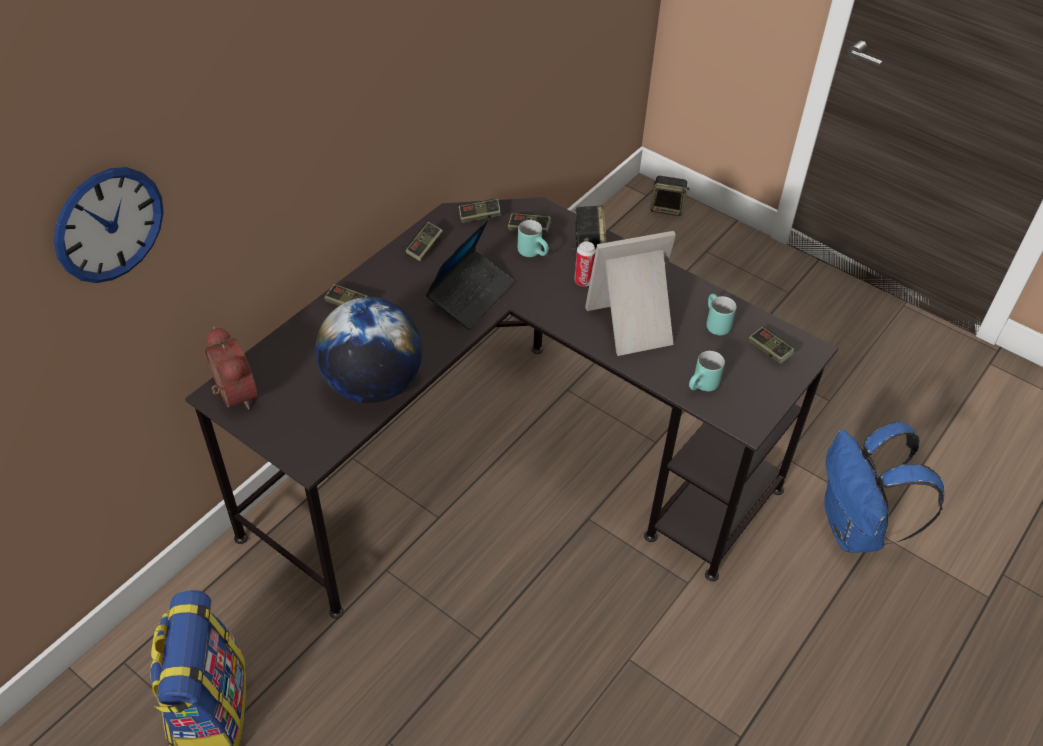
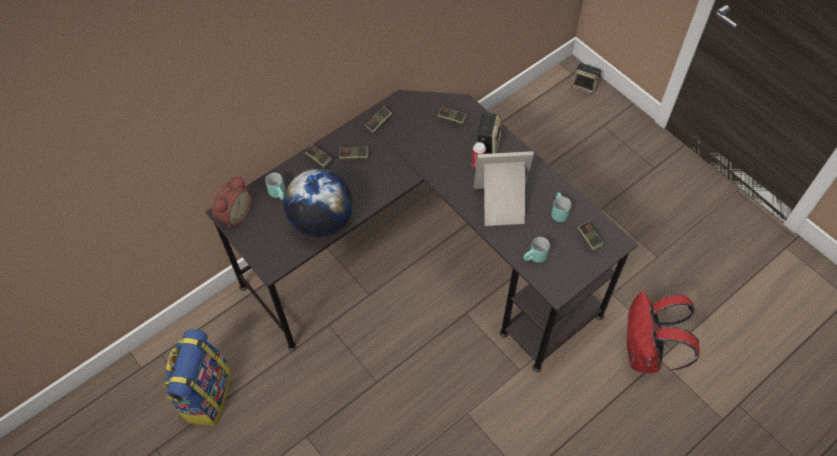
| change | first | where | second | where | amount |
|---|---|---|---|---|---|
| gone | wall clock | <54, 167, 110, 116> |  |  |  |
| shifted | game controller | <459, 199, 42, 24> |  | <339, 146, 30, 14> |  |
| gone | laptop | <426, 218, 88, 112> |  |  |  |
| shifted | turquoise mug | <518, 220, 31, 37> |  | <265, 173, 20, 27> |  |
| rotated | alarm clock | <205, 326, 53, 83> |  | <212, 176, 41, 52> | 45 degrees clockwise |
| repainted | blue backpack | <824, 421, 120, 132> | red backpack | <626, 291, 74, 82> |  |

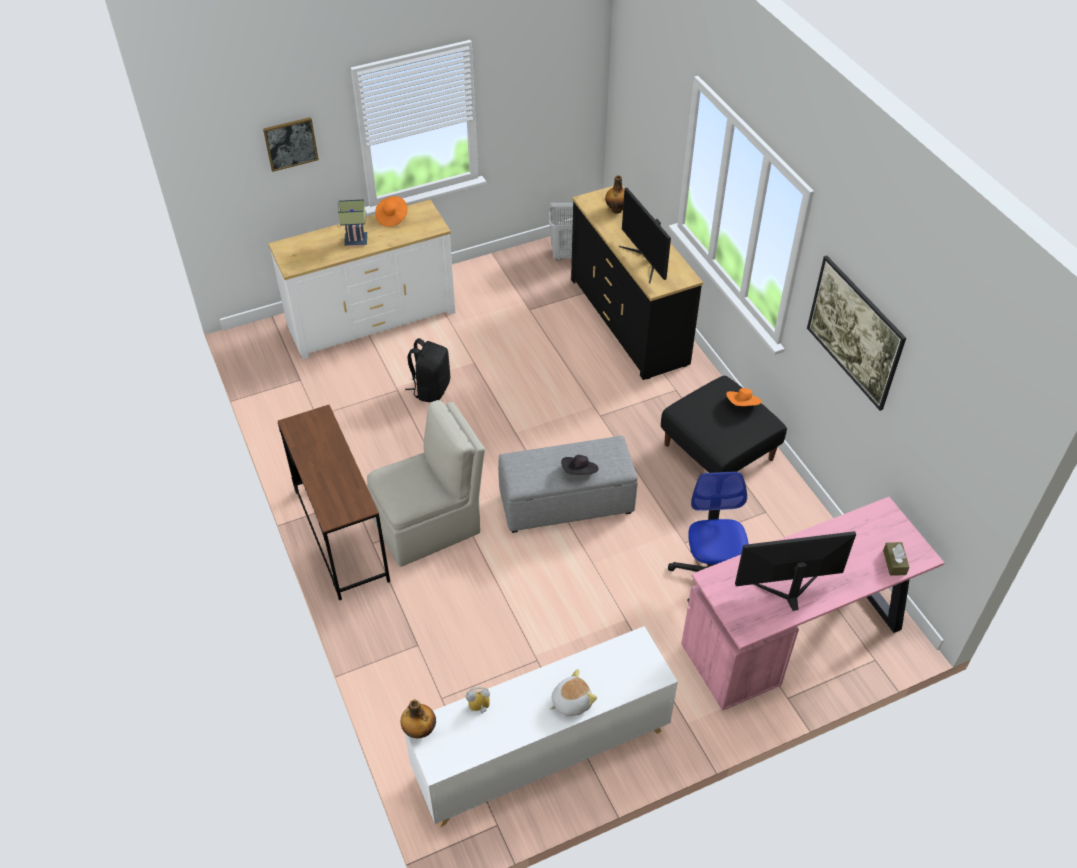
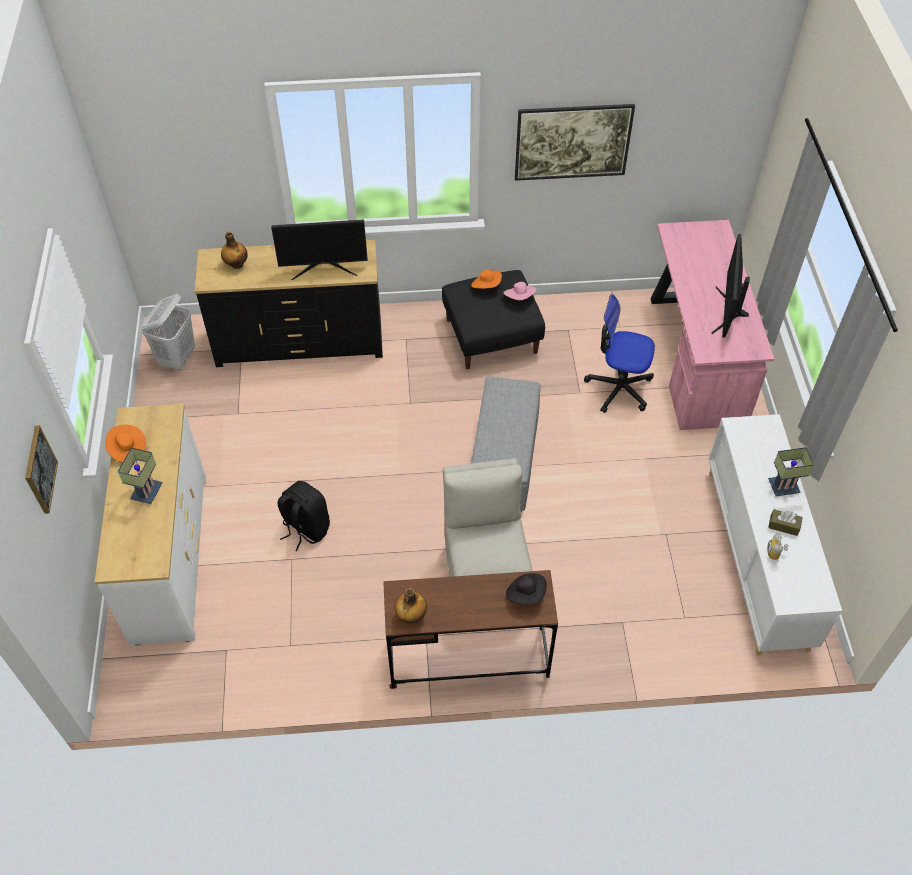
| change | first | where | second | where | amount |
|---|---|---|---|---|---|
| shifted | black hat | <561, 455, 37, 20> |  | <506, 573, 41, 32> |  |
| shifted | brown tissue box | <883, 542, 26, 34> |  | <768, 509, 35, 27> |  |
| swapped | plush toy | <550, 669, 47, 47> | table lamp | <768, 447, 46, 49> |  |
| shifted | bottle | <401, 700, 35, 38> |  | <395, 588, 32, 35> |  |
| new |  |  | pink hat | <503, 282, 34, 18> |  |

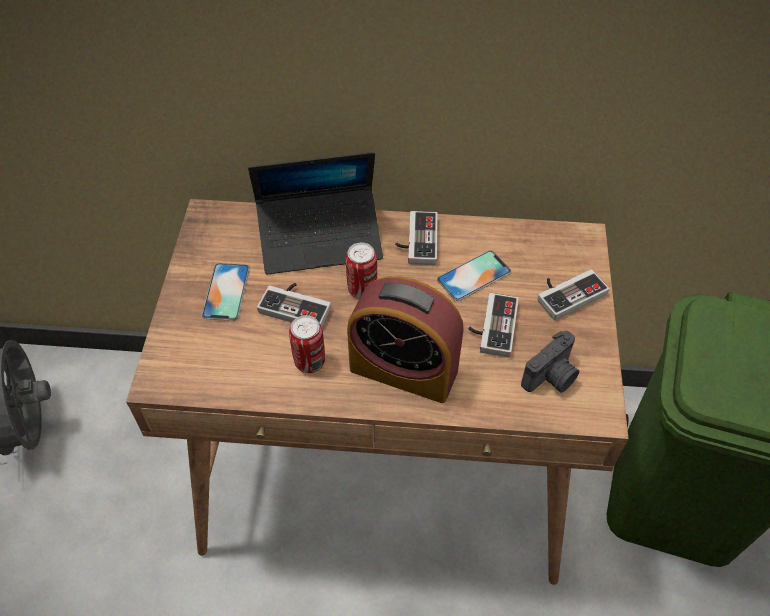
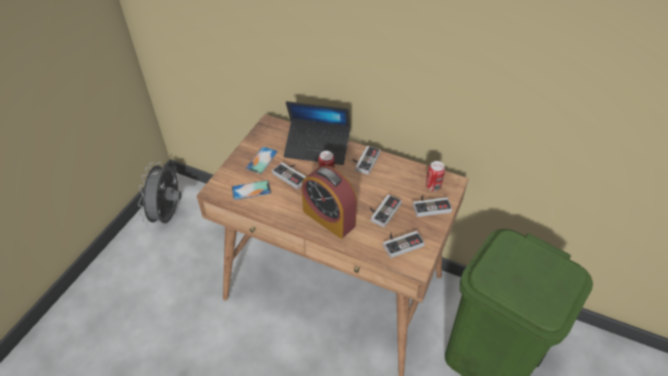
| change | first | where | second | where | amount |
|---|---|---|---|---|---|
| shifted | phone | <437, 251, 74, 50> |  | <232, 180, 39, 20> |  |
| shifted | can | <289, 315, 36, 58> |  | <426, 161, 19, 30> |  |
| swapped | photo camera | <521, 331, 58, 62> | game controller | <383, 231, 42, 27> |  |

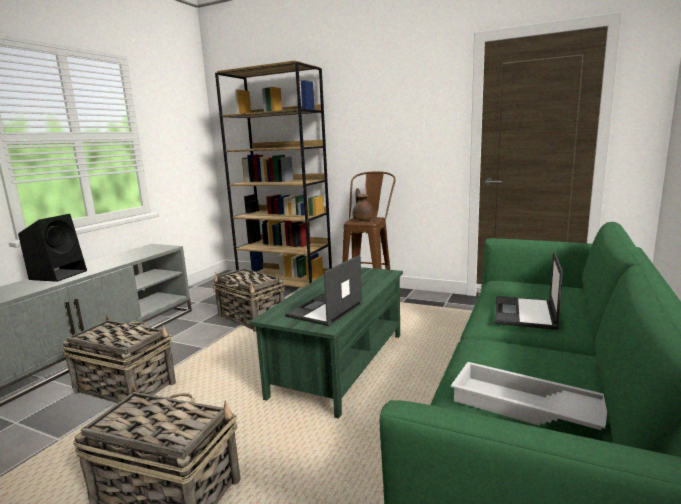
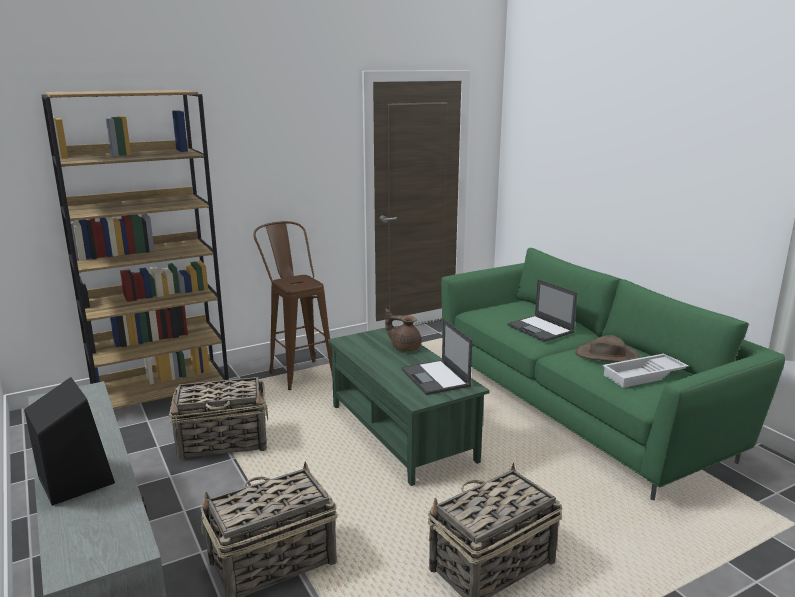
| change | first | where | second | where | amount |
|---|---|---|---|---|---|
| shifted | brown teapot | <352, 188, 22, 32> |  | <385, 309, 36, 42> |  |
| new |  |  | brown hat | <575, 335, 65, 27> |  |

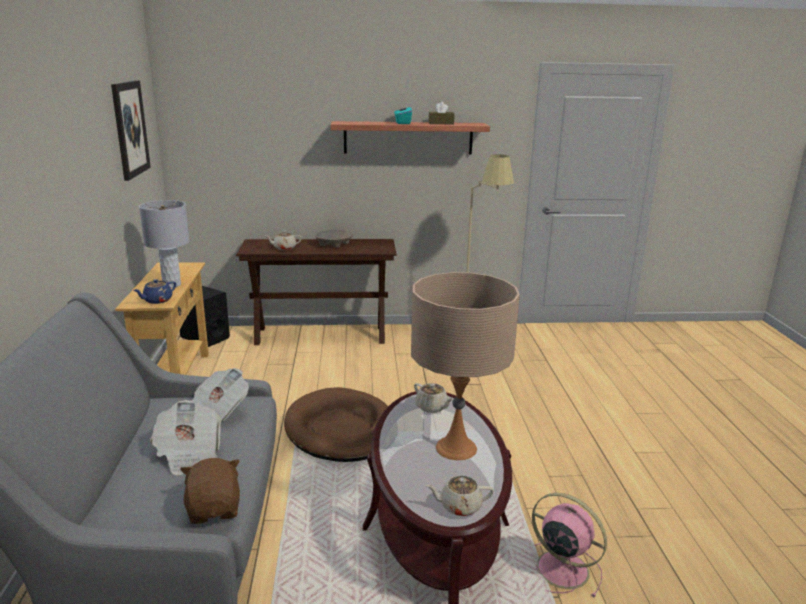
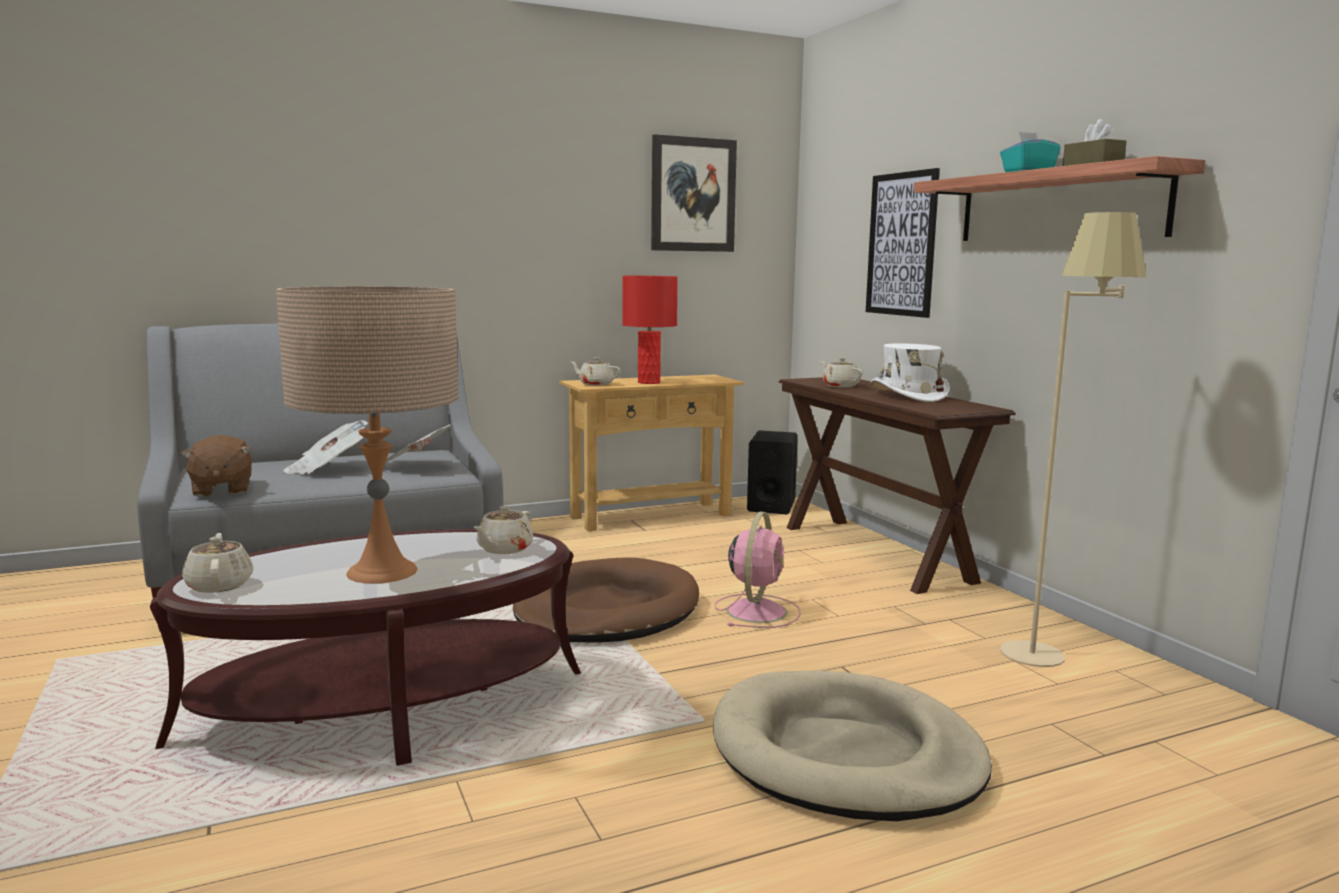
| change | first | where | second | where | amount |
|---|---|---|---|---|---|
| repainted | grey table lamp | <139, 200, 50, 88> | red table lamp | <622, 276, 56, 108> |  |
| swapped | beige bowl | <315, 230, 38, 18> | white hat | <871, 343, 79, 59> |  |
| repainted | blue teapot | <134, 279, 42, 25> | beige teapot | <571, 357, 50, 29> |  |
| rotated | brown plush toy | <180, 458, 60, 66> |  | <181, 435, 71, 62> | 105 degrees clockwise |
| shifted | pink fan | <524, 493, 83, 105> |  | <715, 512, 86, 116> |  |
| new |  |  | picture | <866, 168, 74, 150> |  |
| new |  |  | beige dog bed | <713, 670, 279, 151> |  |

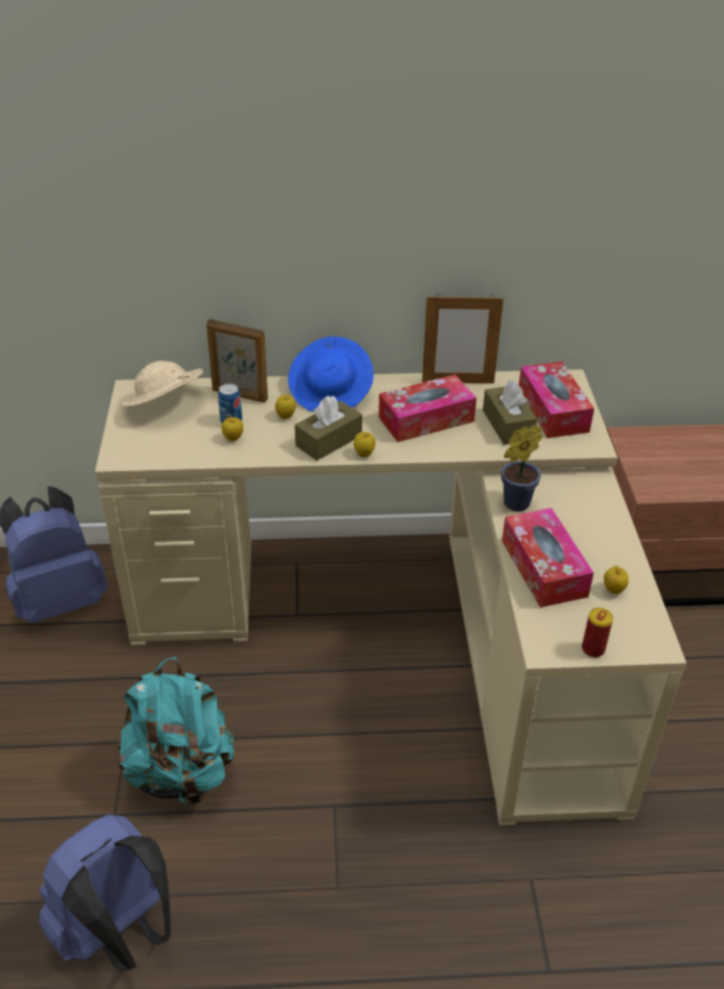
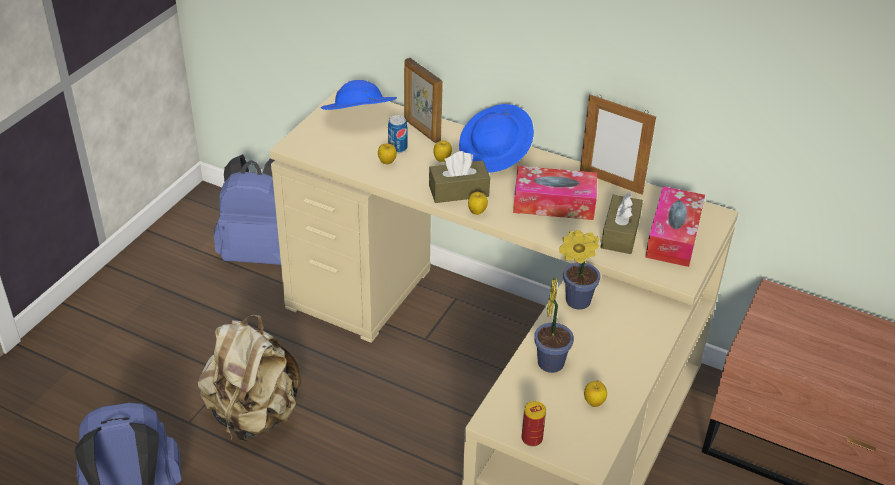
| change | first | where | second | where | amount |
|---|---|---|---|---|---|
| repainted | beige hat | <121, 361, 82, 46> | blue hat | <321, 80, 76, 30> |  |
| swapped | tissue box | <502, 508, 92, 100> | potted plant | <534, 277, 40, 96> |  |
| repainted | turquoise backpack | <117, 657, 117, 151> | beige backpack | <197, 315, 105, 126> |  |

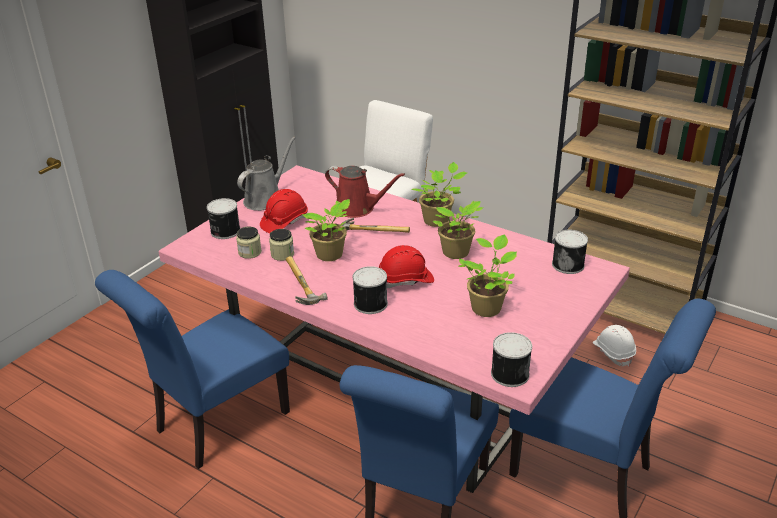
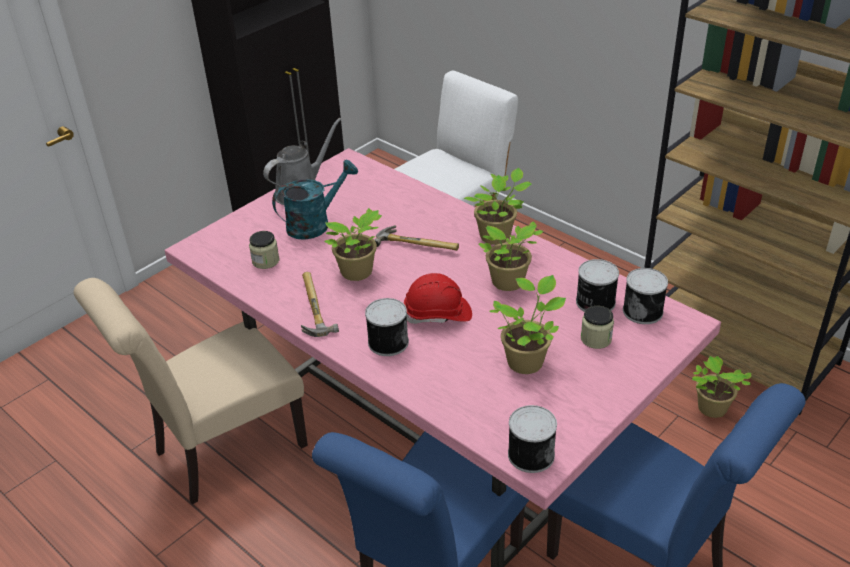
| change | first | where | second | where | amount |
|---|---|---|---|---|---|
| gone | red watering can | <325, 166, 80, 52> |  |  |  |
| swapped | red hard hat | <260, 189, 48, 44> | turquoise watering can | <272, 160, 86, 80> |  |
| shifted | can | <207, 198, 33, 41> |  | <576, 259, 43, 53> |  |
| shifted | jar | <269, 229, 25, 32> |  | <581, 306, 33, 43> |  |
| repainted | blue chair | <95, 270, 195, 199> | beige chair | <74, 278, 234, 227> |  |
| swapped | white hard hat | <593, 325, 43, 42> | potted plant | <692, 356, 59, 62> |  |

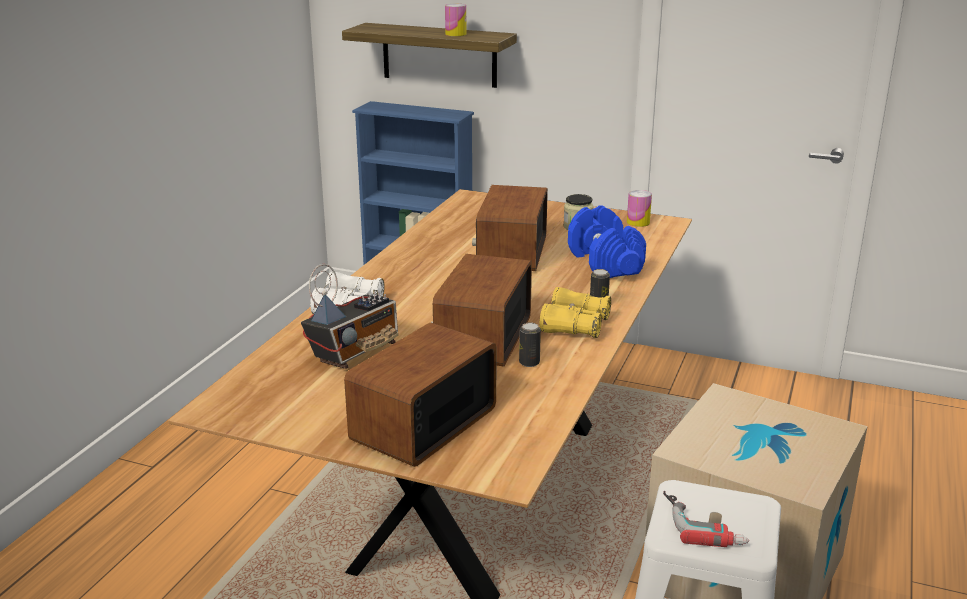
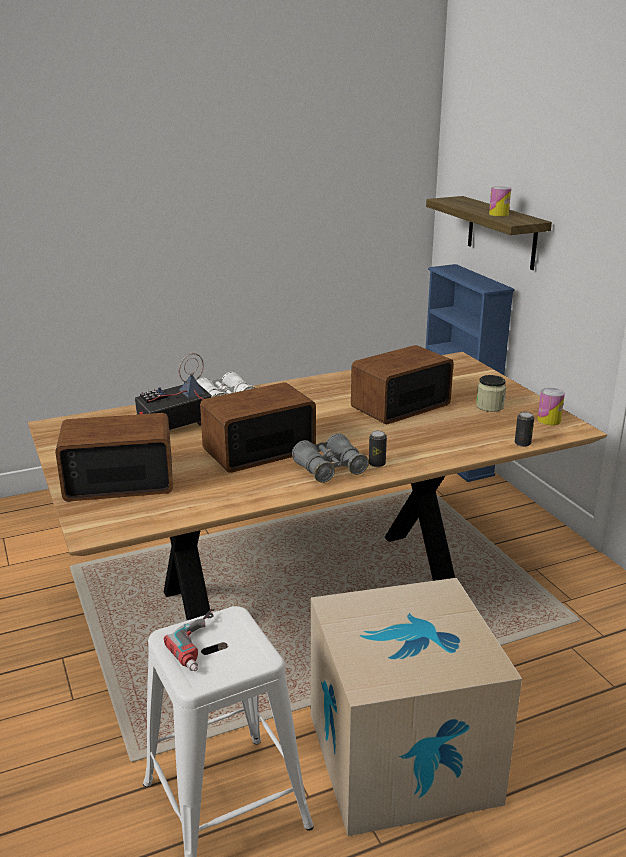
| change | first | where | second | where | amount |
|---|---|---|---|---|---|
| gone | blue dumbbell | <568, 205, 78, 73> |  |  |  |
| rotated | radio | <301, 264, 97, 105> |  | <135, 353, 77, 77> | 150 degrees clockwise |
| repainted | yellow binoculars | <539, 287, 72, 51> | grey binoculars | <292, 433, 77, 50> |  |
| shifted | can | <519, 322, 22, 45> |  | <515, 412, 19, 35> |  |

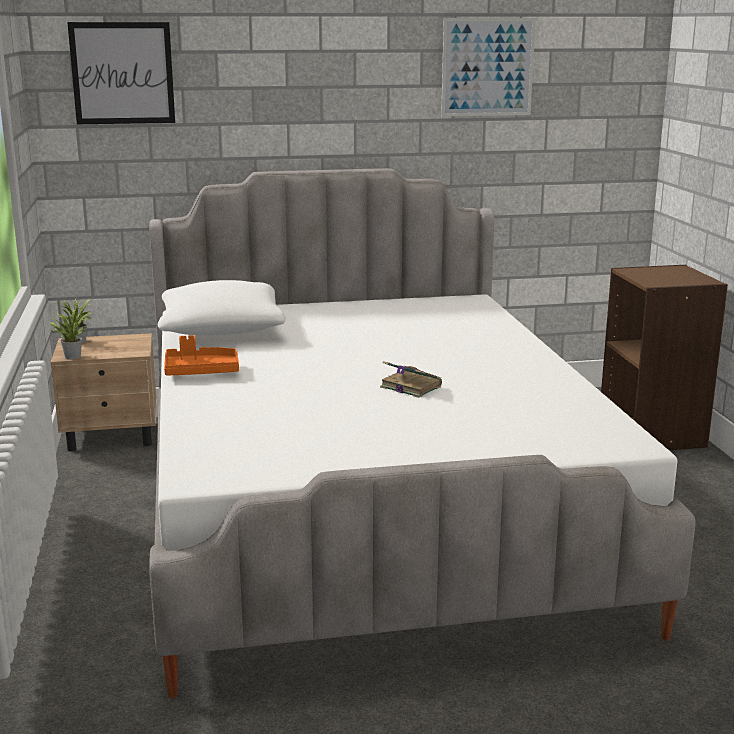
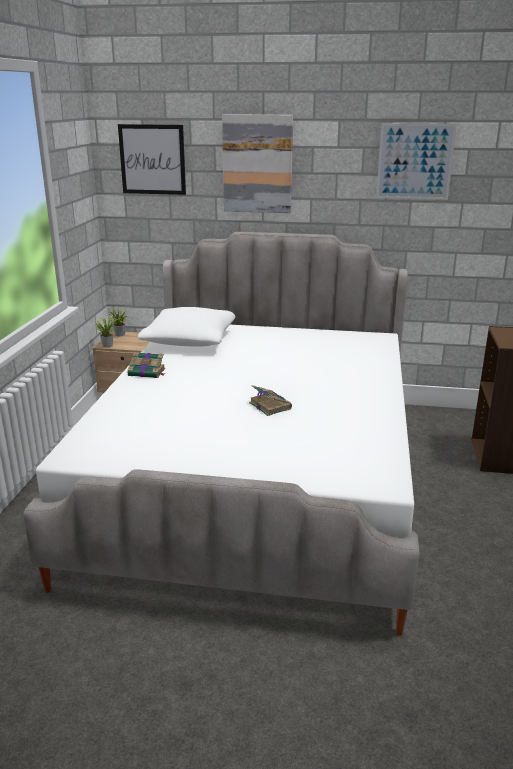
| change | first | where | second | where | amount |
|---|---|---|---|---|---|
| swapped | orange tray | <164, 335, 75, 41> | book | <128, 352, 37, 26> |  |
| new |  |  | picture | <222, 114, 71, 99> |  |

